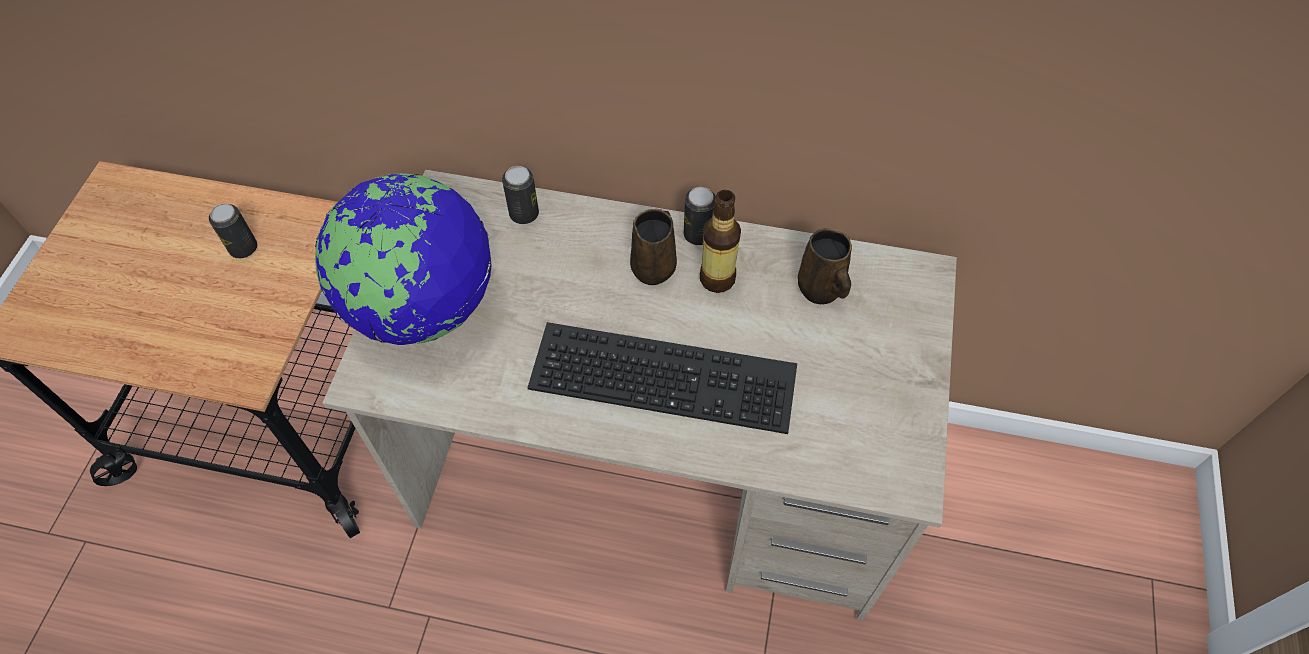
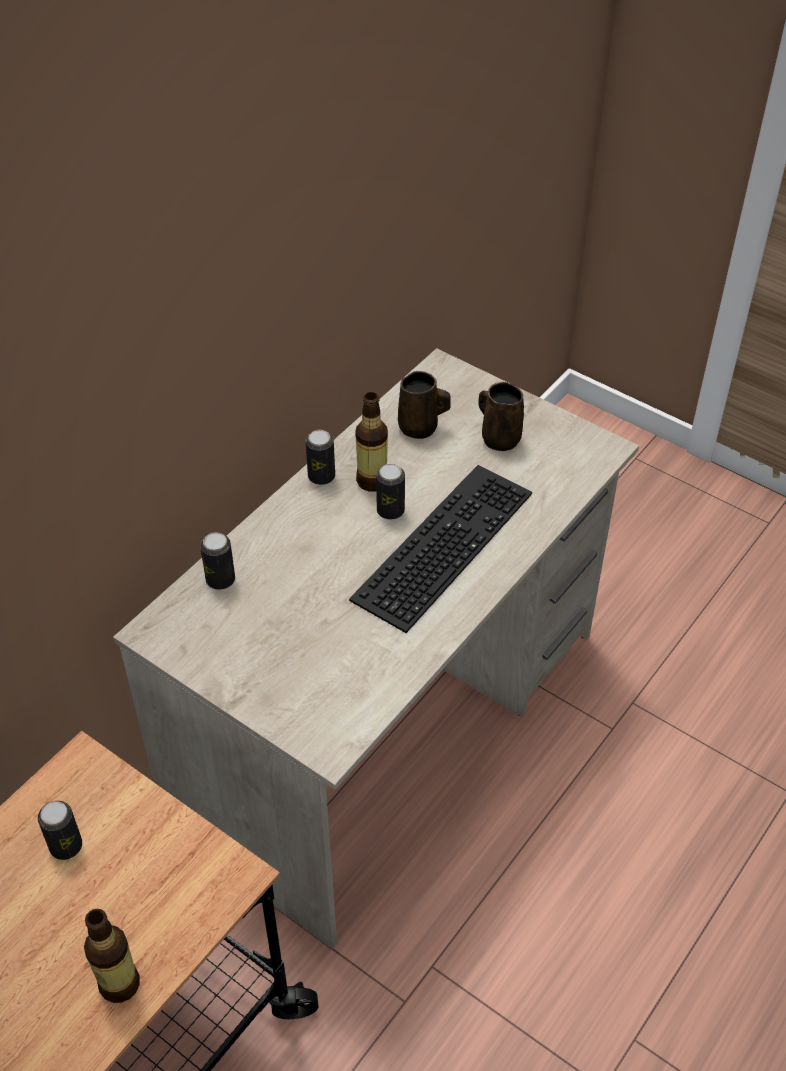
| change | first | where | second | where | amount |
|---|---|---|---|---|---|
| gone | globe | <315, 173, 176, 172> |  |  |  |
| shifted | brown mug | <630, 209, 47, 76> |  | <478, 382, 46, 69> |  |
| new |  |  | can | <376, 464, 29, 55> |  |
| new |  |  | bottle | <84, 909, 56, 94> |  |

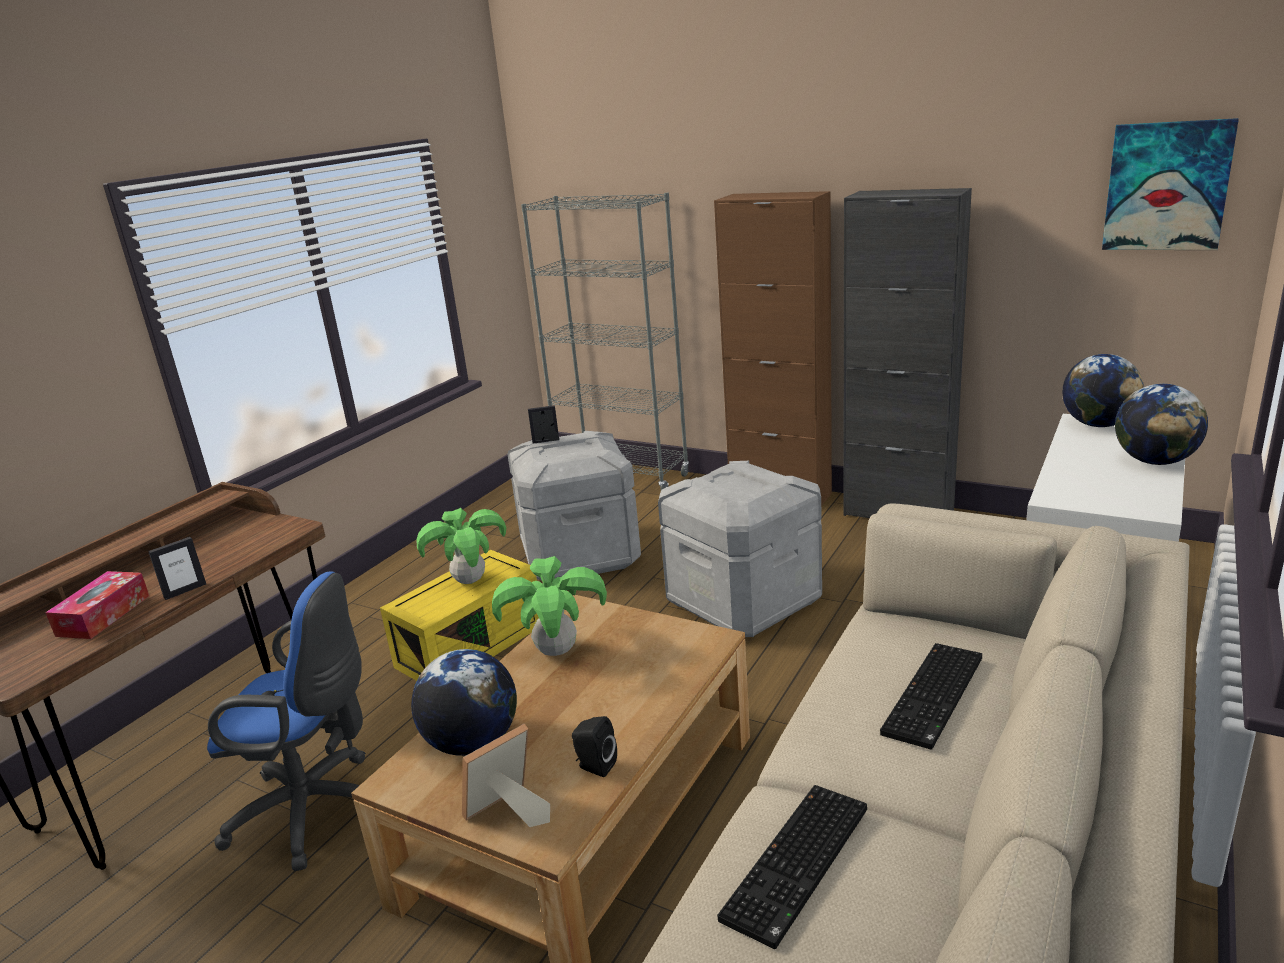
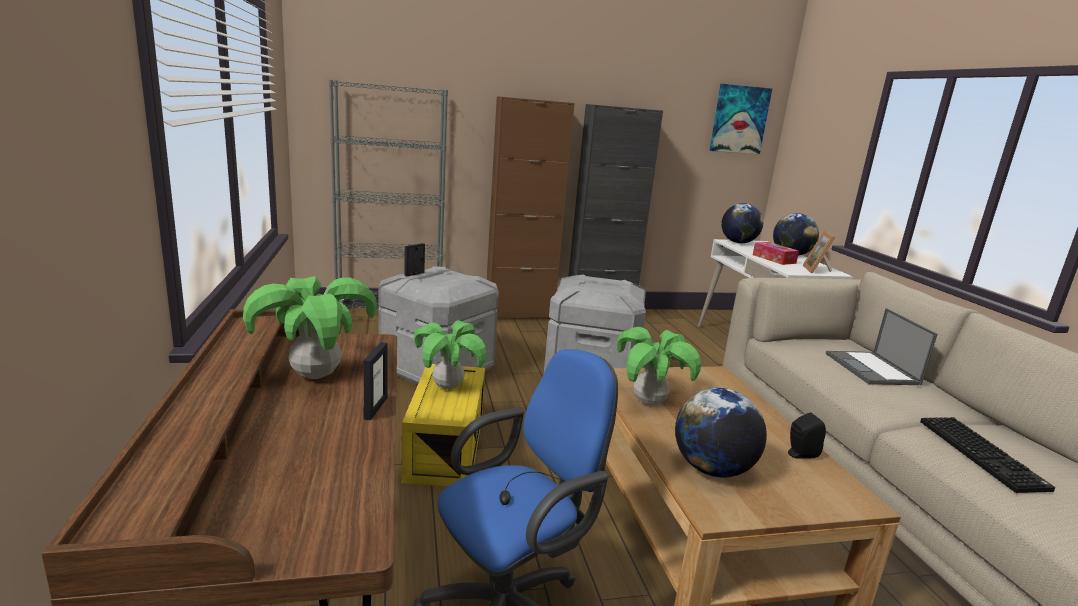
| change | first | where | second | where | amount |
|---|---|---|---|---|---|
| shifted | tissue box | <45, 571, 104, 68> |  | <753, 242, 46, 23> |  |
| swapped | keyboard | <880, 643, 102, 107> | laptop | <826, 308, 111, 77> |  |
| shifted | picture frame | <462, 724, 88, 103> |  | <803, 231, 32, 43> |  |
| new |  |  | potted plant | <243, 276, 134, 103> |  |

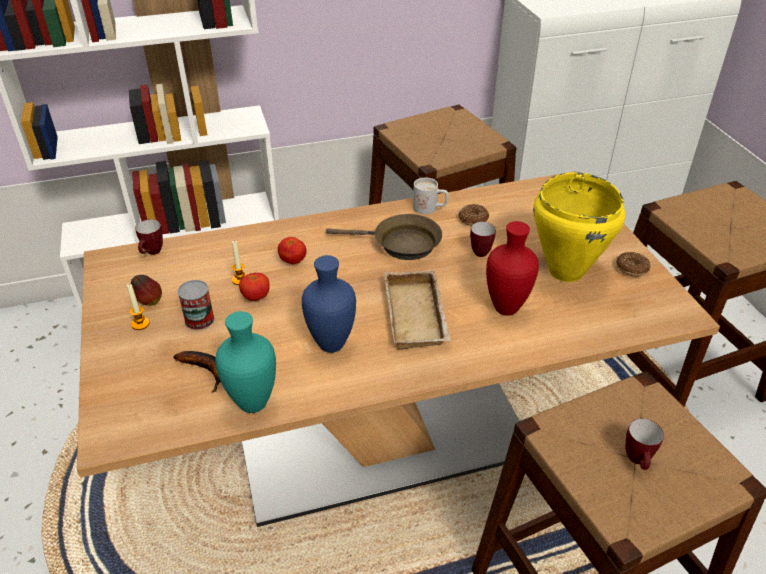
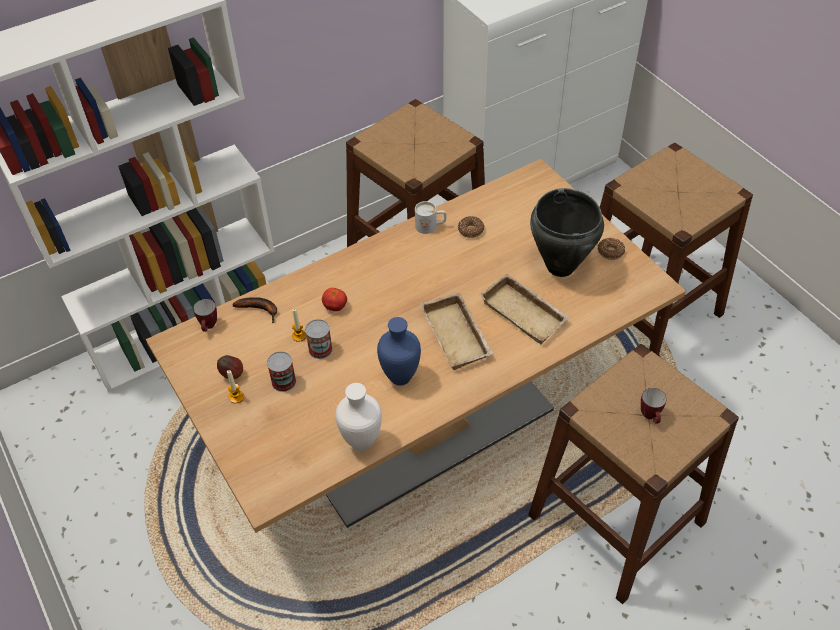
| change | first | where | second | where | amount |
|---|---|---|---|---|---|
| repainted | yellow cooking pot | <533, 172, 92, 110> | black cooking pot | <530, 188, 74, 89> |  |
| gone | brown frying pan | <326, 214, 116, 46> |  |  |  |
| swapped | red vase | <486, 221, 53, 95> | beige tray | <479, 273, 91, 71> |  |
| gone | mug | <470, 222, 26, 35> |  |  |  |
| swapped | tomato | <239, 273, 31, 28> | can | <305, 319, 28, 40> |  |
| repainted | turquoise vase | <215, 311, 61, 102> | white vase | <335, 383, 47, 68> |  |
| shifted | banana | <173, 351, 48, 42> |  | <232, 297, 45, 26> |  |

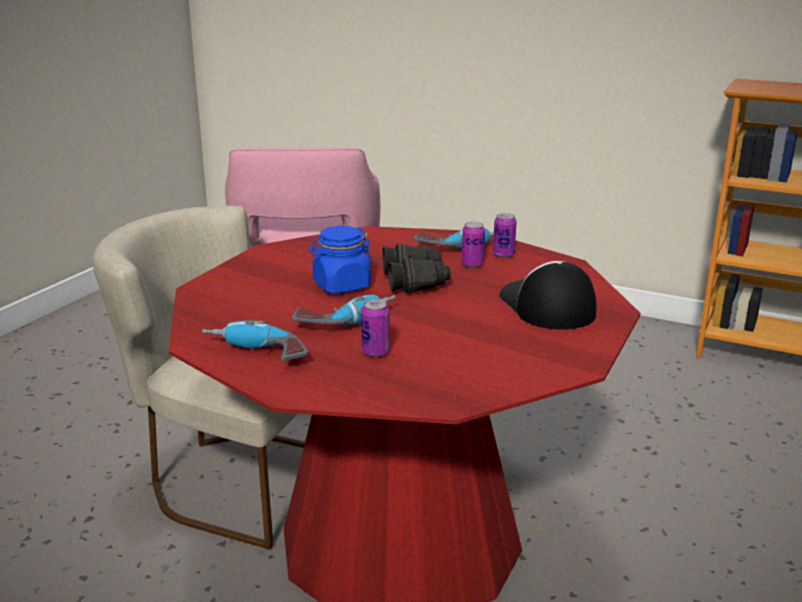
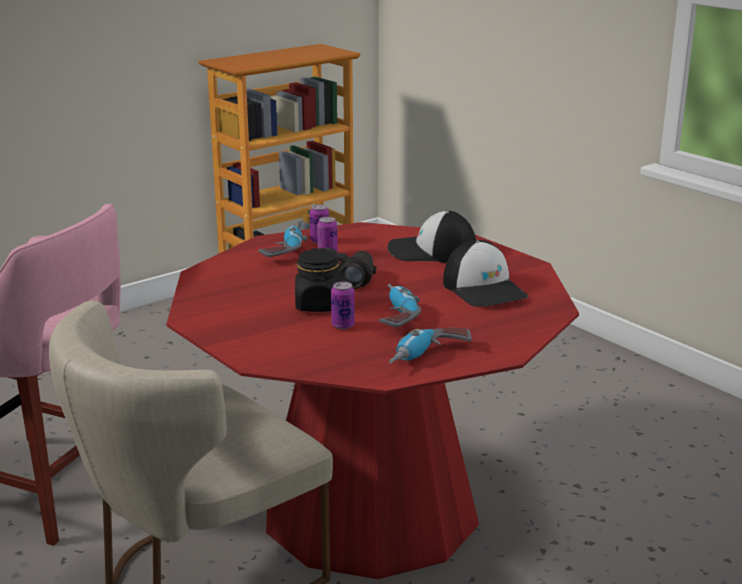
| change | first | where | second | where | amount |
|---|---|---|---|---|---|
| repainted | blue jar | <308, 226, 64, 68> | black jar | <295, 248, 46, 64> |  |
| shifted | can | <361, 299, 29, 58> |  | <331, 282, 24, 47> |  |
| new |  |  | cap | <443, 240, 85, 66> |  |

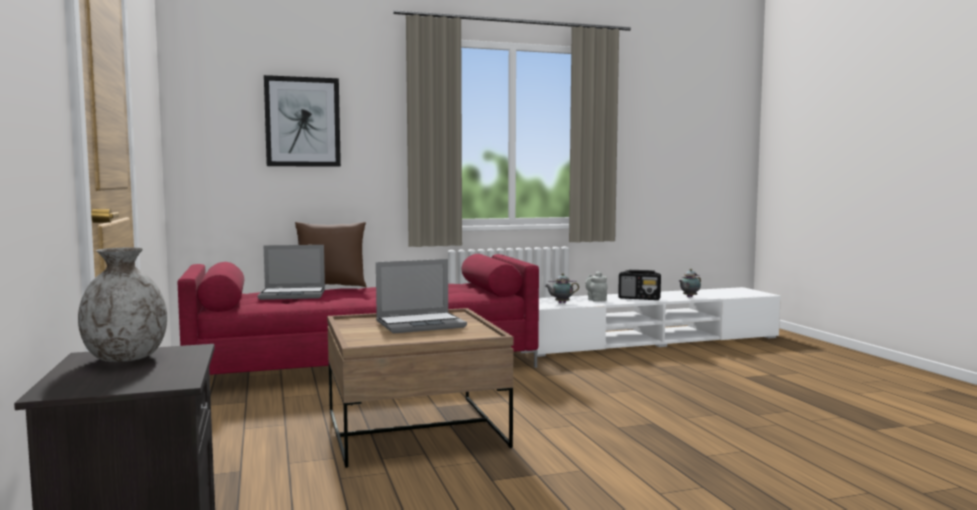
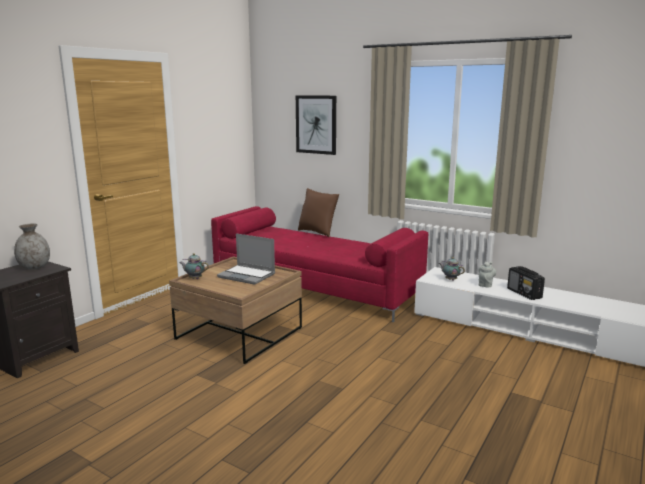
| change | first | where | second | where | amount |
|---|---|---|---|---|---|
| gone | laptop | <258, 245, 67, 55> |  |  |  |
| shifted | teapot | <679, 269, 22, 28> |  | <179, 253, 30, 26> |  |

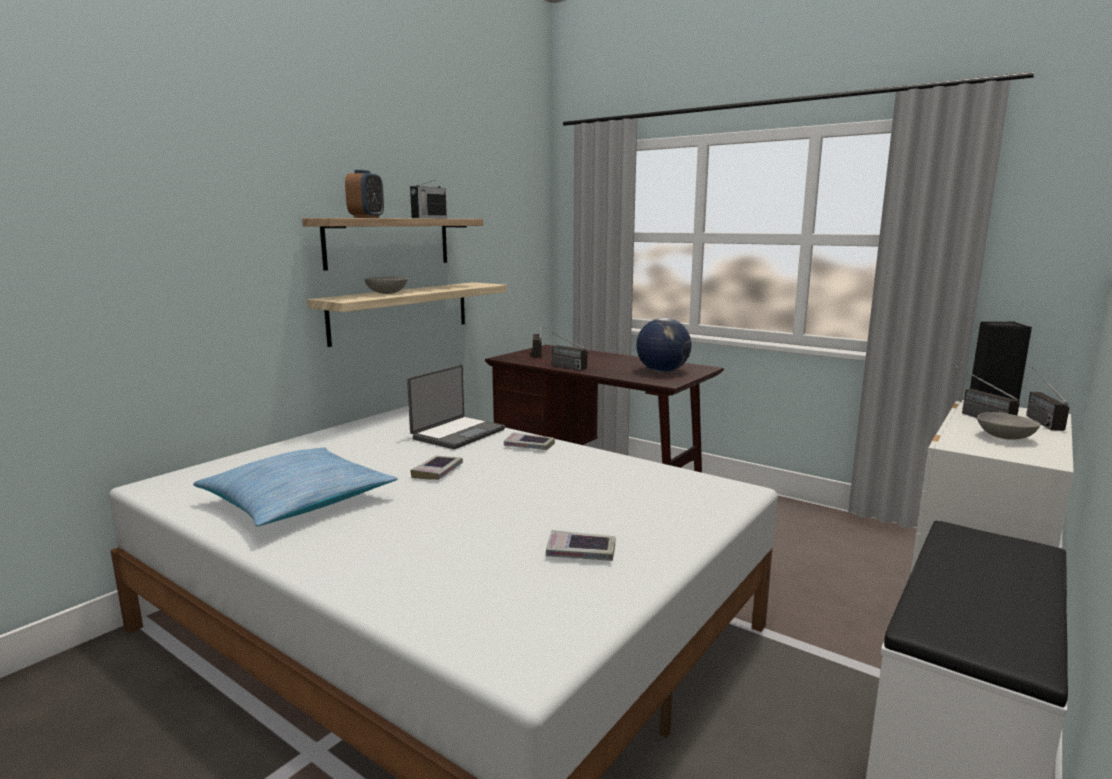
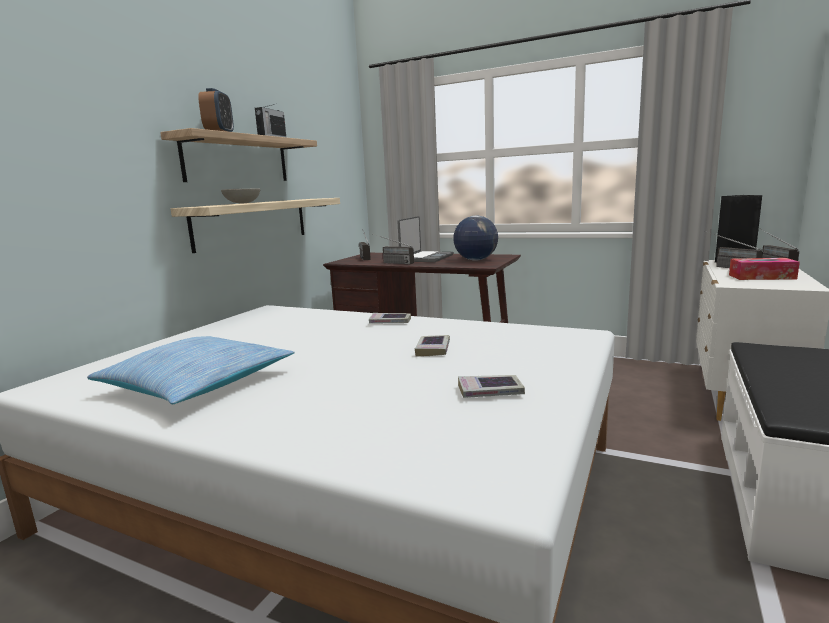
| change | first | where | second | where | amount |
|---|---|---|---|---|---|
| shifted | laptop | <407, 365, 98, 84> |  | <397, 216, 57, 46> |  |
| swapped | grey bowl | <977, 412, 63, 28> | tissue box | <729, 258, 71, 22> |  |
| shifted | book | <411, 456, 52, 24> |  | <415, 335, 35, 22> |  |

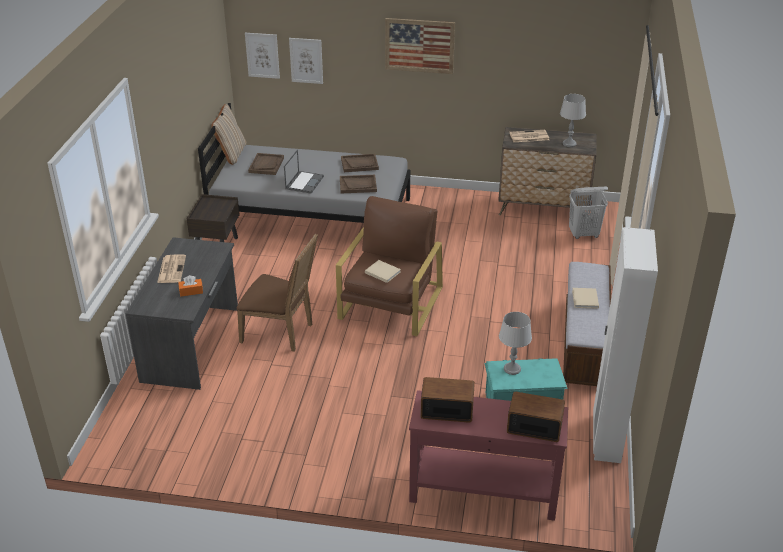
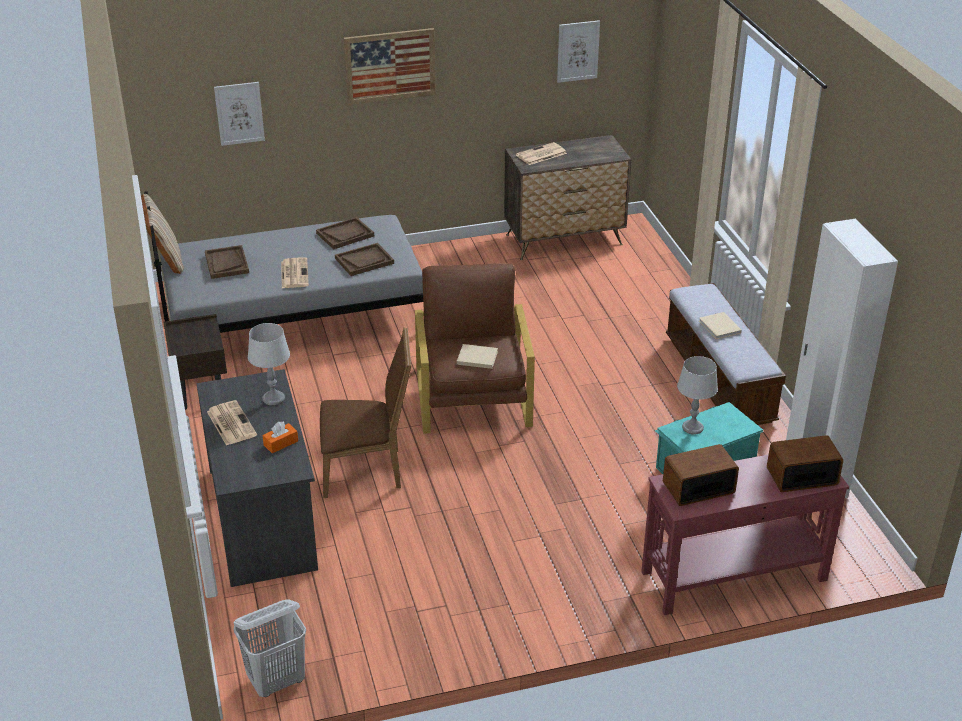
| change | first | where | second | where | amount |
|---|---|---|---|---|---|
| shifted | picture | <245, 33, 35, 46> |  | <557, 20, 43, 63> |  |
| shifted | grey table lamp | <560, 94, 26, 53> |  | <248, 323, 42, 83> |  |
| swapped | laptop | <284, 150, 40, 44> | newspaper | <281, 257, 28, 31> |  |
| shifted | white laundry basket | <569, 187, 39, 52> |  | <233, 599, 73, 98> |  |

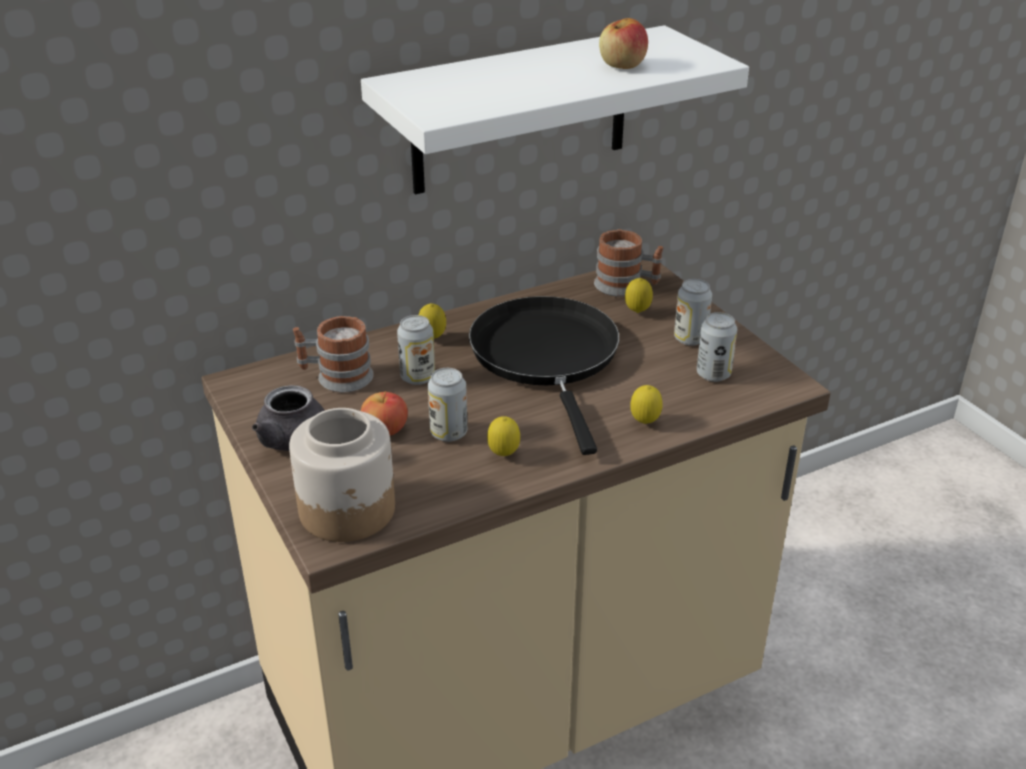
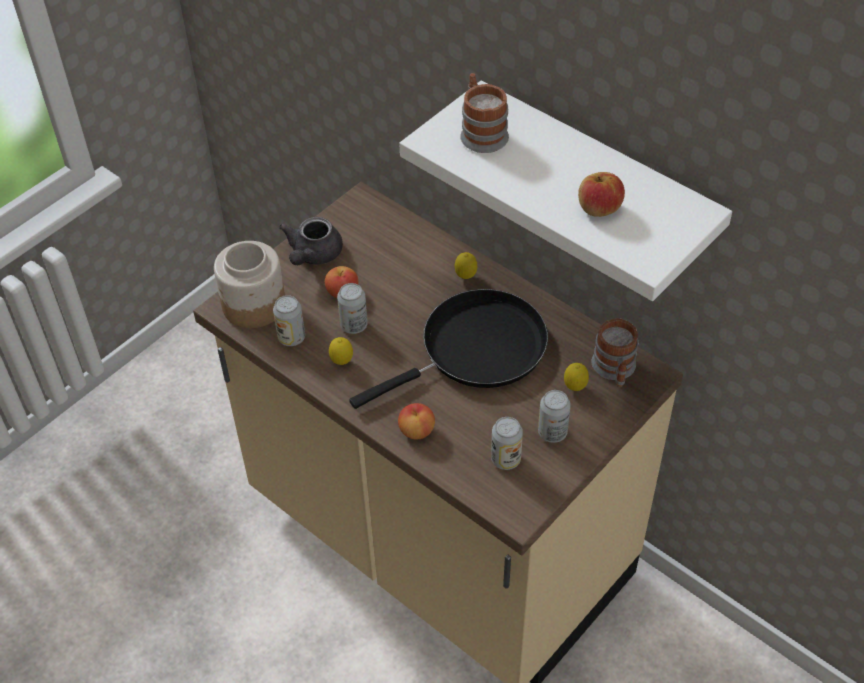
| change | first | where | second | where | amount |
|---|---|---|---|---|---|
| shifted | can | <397, 315, 38, 70> |  | <273, 295, 32, 51> |  |
| shifted | mug | <293, 316, 81, 76> |  | <460, 73, 49, 80> |  |
| swapped | lemon | <630, 385, 33, 39> | apple | <398, 403, 37, 37> |  |

